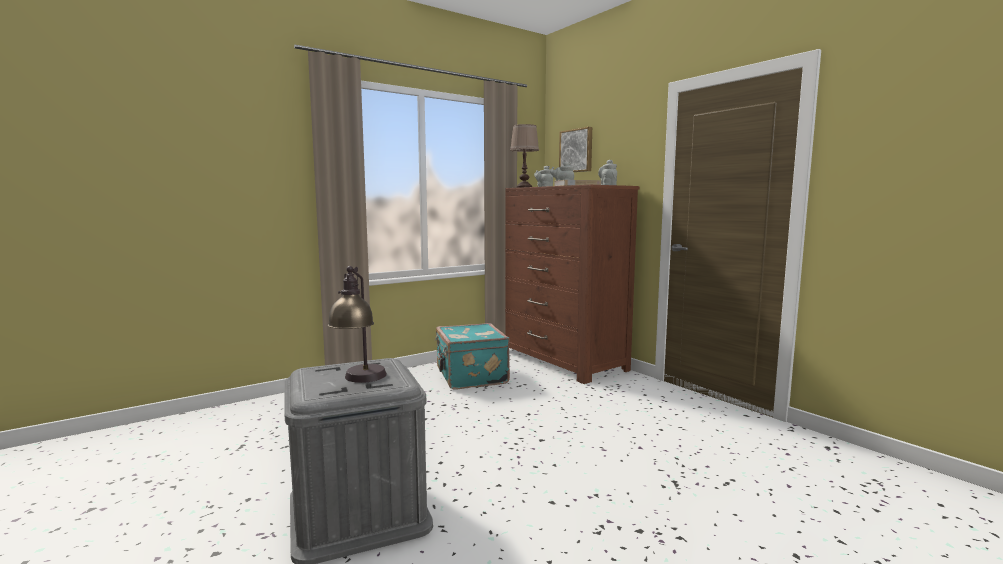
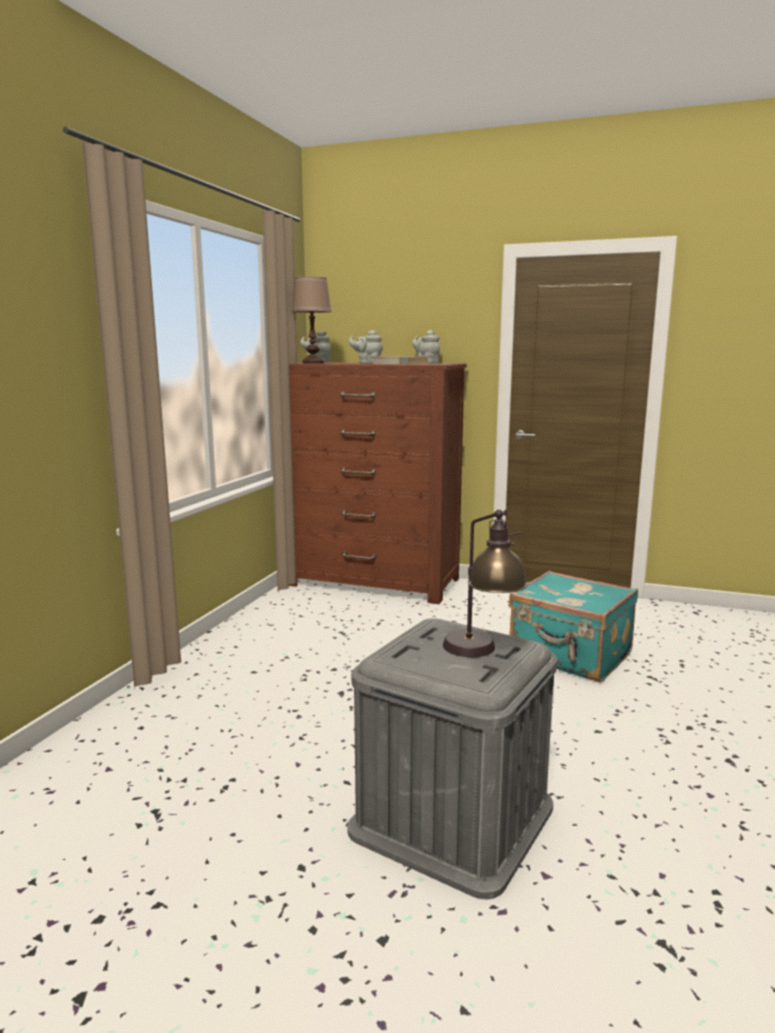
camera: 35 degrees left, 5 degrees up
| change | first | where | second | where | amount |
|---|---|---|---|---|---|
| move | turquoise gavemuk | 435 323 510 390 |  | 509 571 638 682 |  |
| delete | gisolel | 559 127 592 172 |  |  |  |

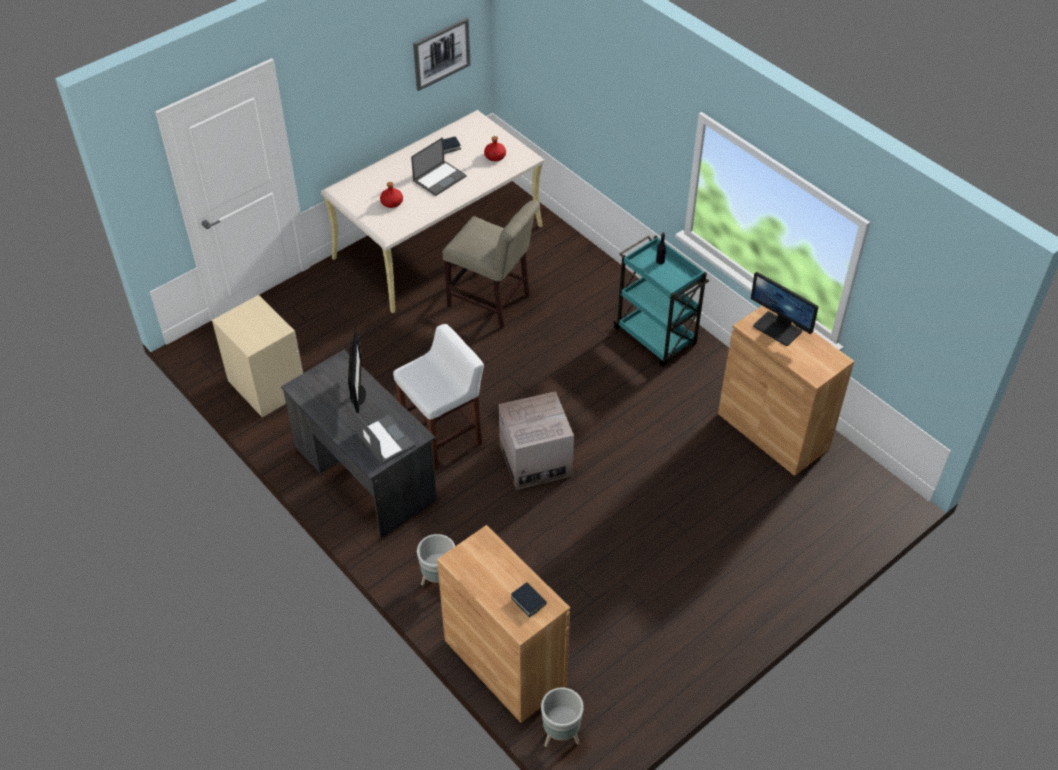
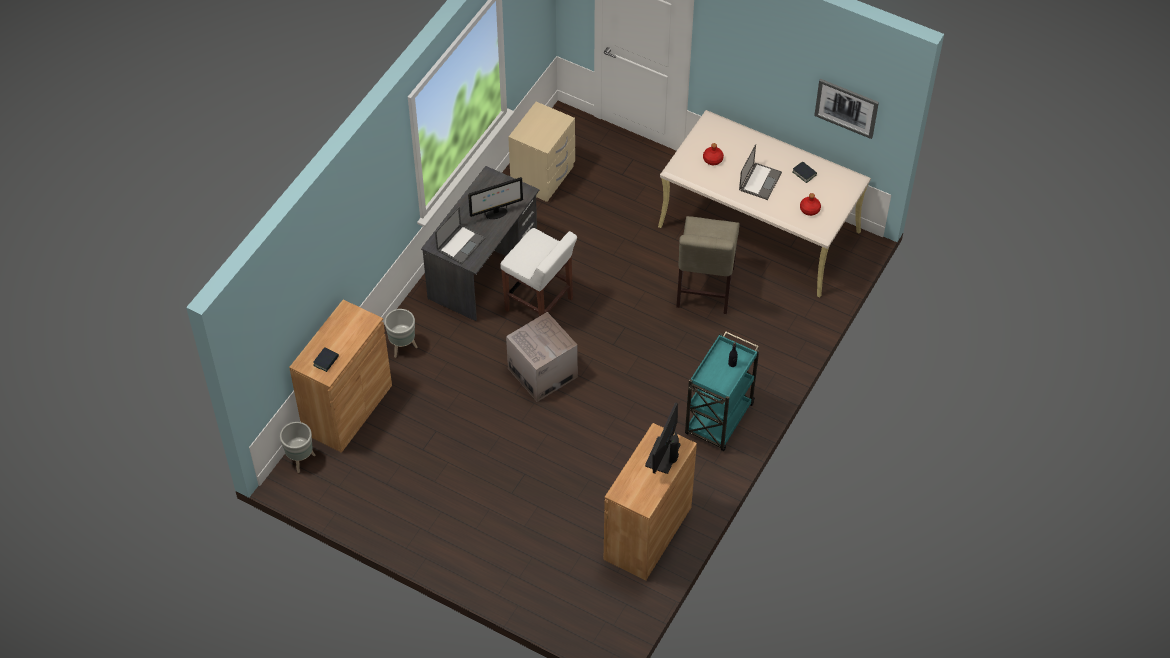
camera: 70 degrees right, 5 degrees up
| change | first | where | second | where | amount |
|---|---|---|---|---|---|
| rotate | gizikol | 411 137 466 196 |  | 739 144 782 200 | 90 degrees counterclockwise |

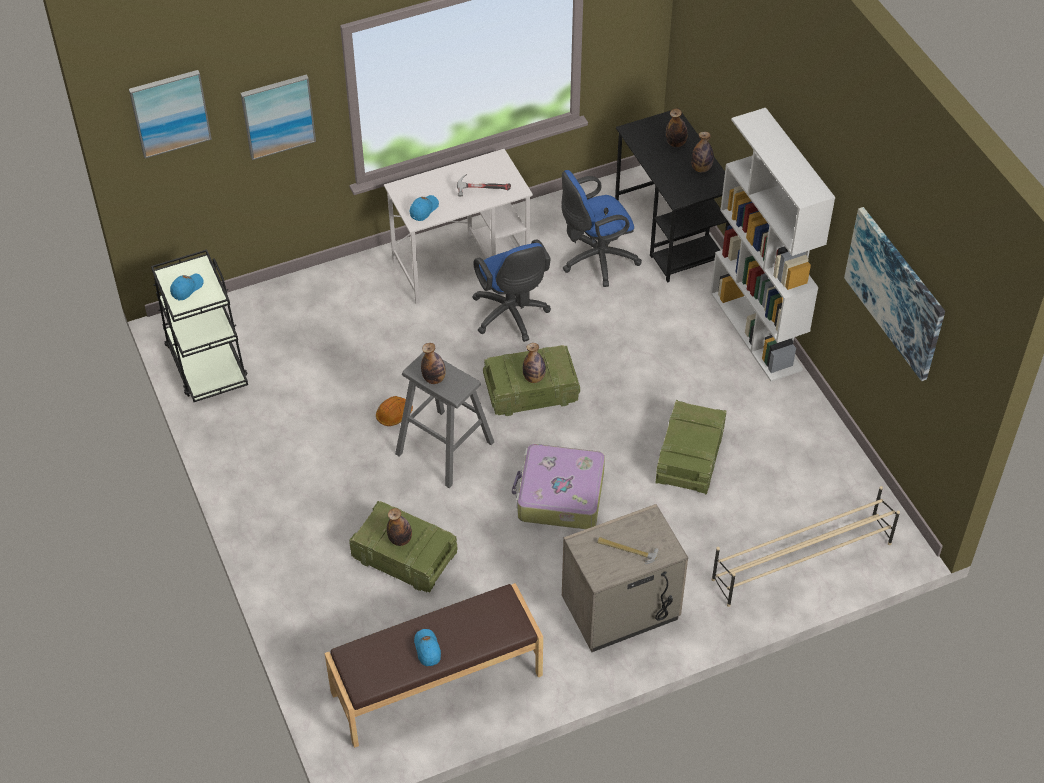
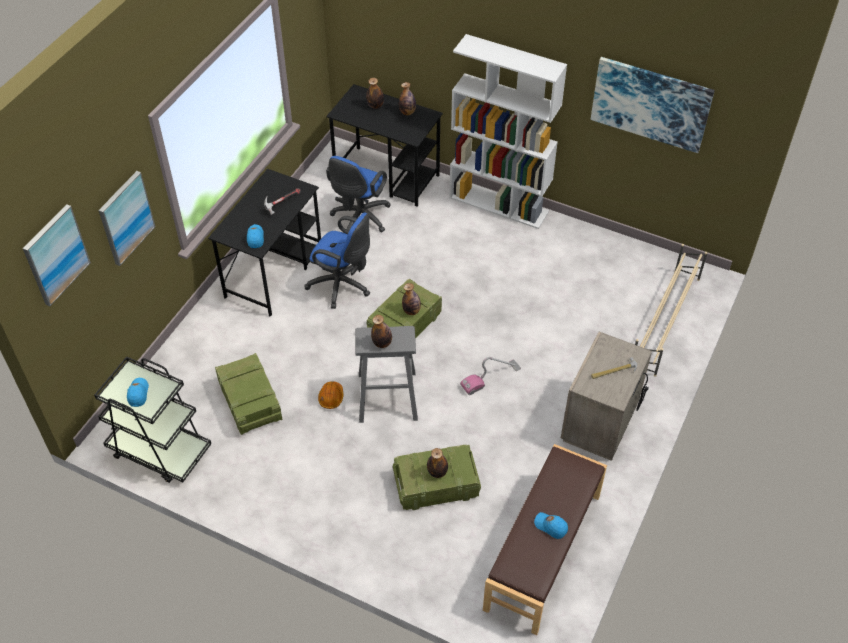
camera: 40 degrees left, 0 degrees up
| change | first | where | second | where | amount |
|---|---|---|---|---|---|
| recolor | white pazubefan | 384 149 533 304 | black pazubefan | 208 169 321 317 |  |
| move | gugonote | 655 400 727 495 |  | 215 353 282 435 |  |
| replace | gavemuk | 512 444 605 529 | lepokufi | 460 357 521 395 |  |

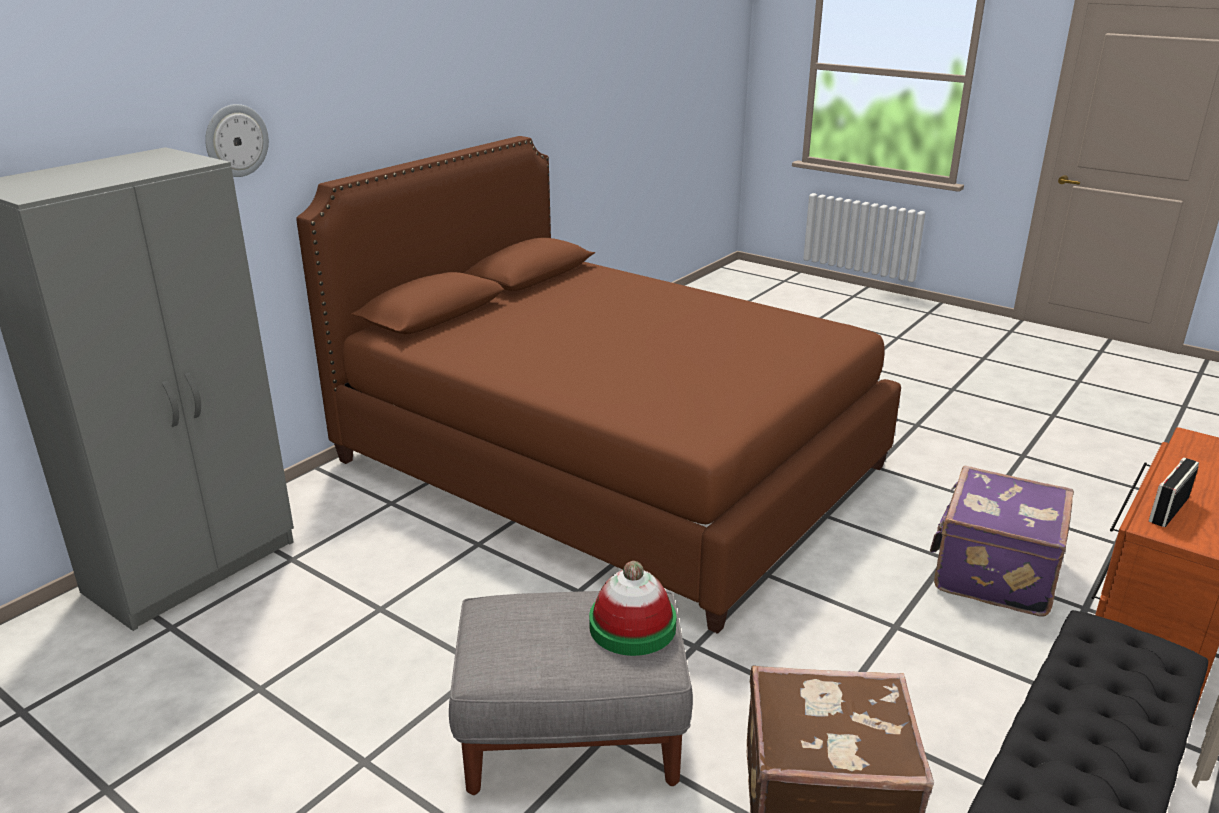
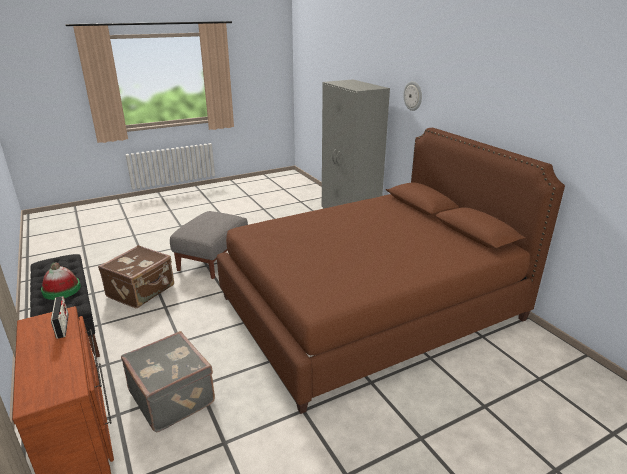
camera: 115 degrees right, 0 degrees up
| change | first | where | second | where | amount |
|---|---|---|---|---|---|
| move | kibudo | 589 561 677 656 |  | 41 263 81 300 |  |
| recolor | purple gavemuk | 930 466 1074 616 | grey gavemuk | 121 331 215 432 |  |

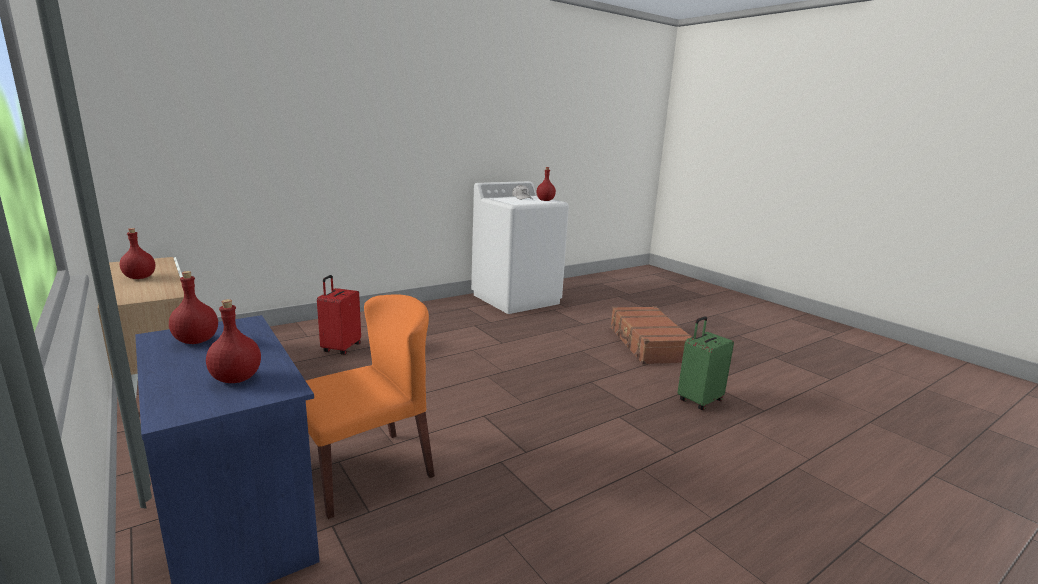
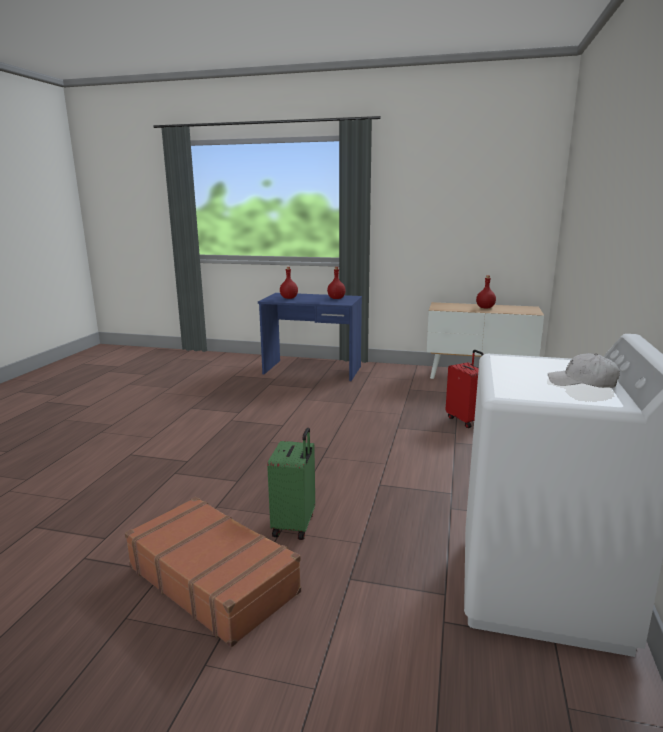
camera: 140 degrees right, 0 degrees up
| change | first | where | second | where | amount |
|---|---|---|---|---|---|
| move | green gavemuk | 677 316 734 411 |  | 267 427 315 540 |  |
| delete | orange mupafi | 306 295 435 519 |  |  |  |
| delete | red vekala | 537 167 556 201 |  |  |  |

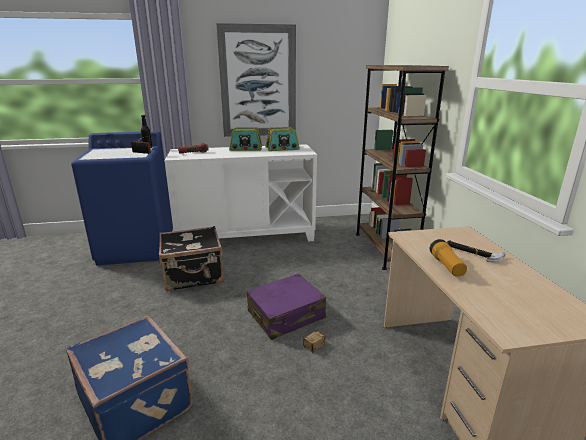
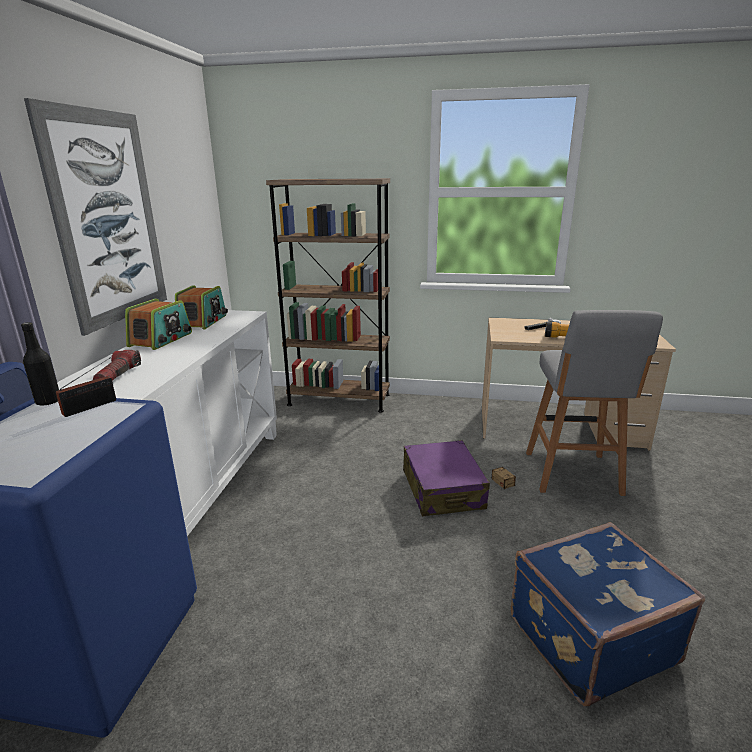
camera: 70 degrees left, 0 degrees up
| change | first | where | second | where | amount |
|---|---|---|---|---|---|
| insert |  |  | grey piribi | 526 310 663 496 |  |
| delete | black gavemuk | 159 226 224 291 |  |  |  |

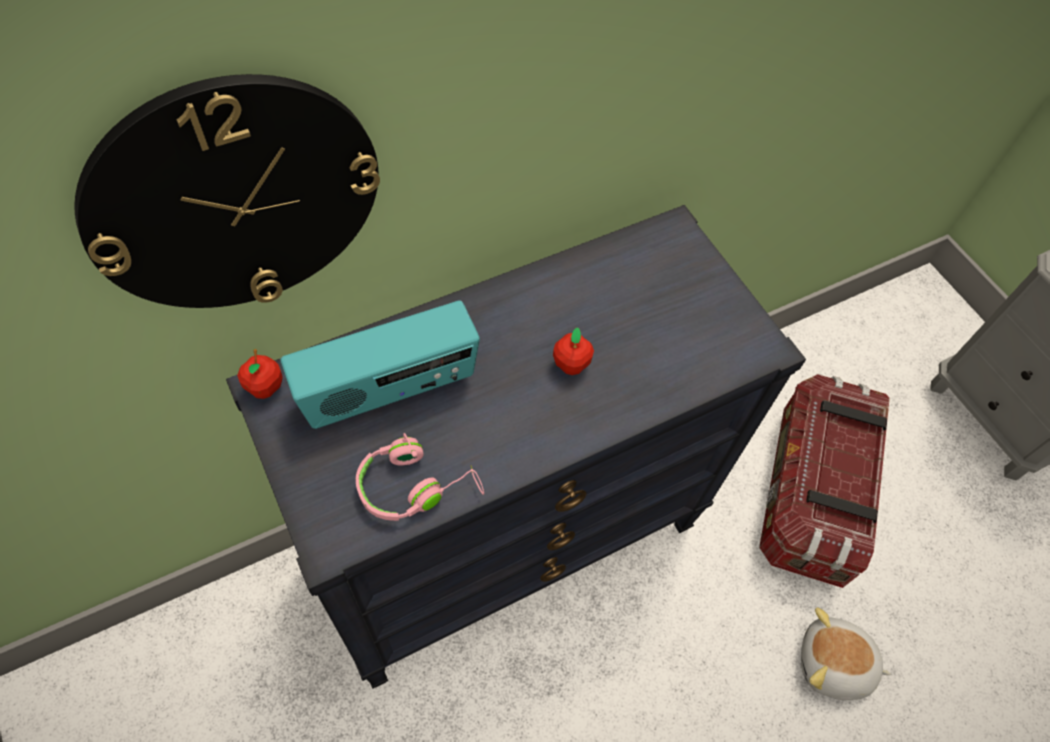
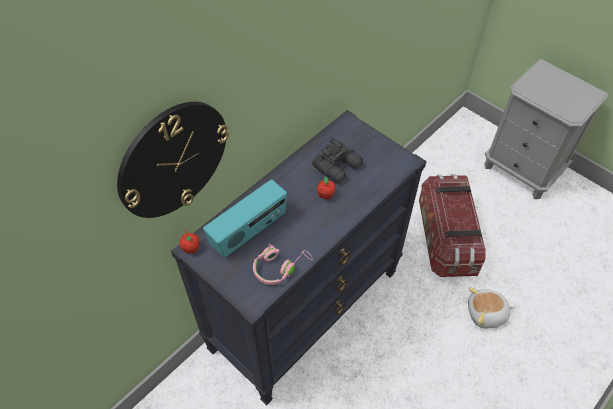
camera: 15 degrees left, 5 degrees down
| change | first | where | second | where | amount |
|---|---|---|---|---|---|
| insert |  |  | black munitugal | 312 138 363 184 |  |

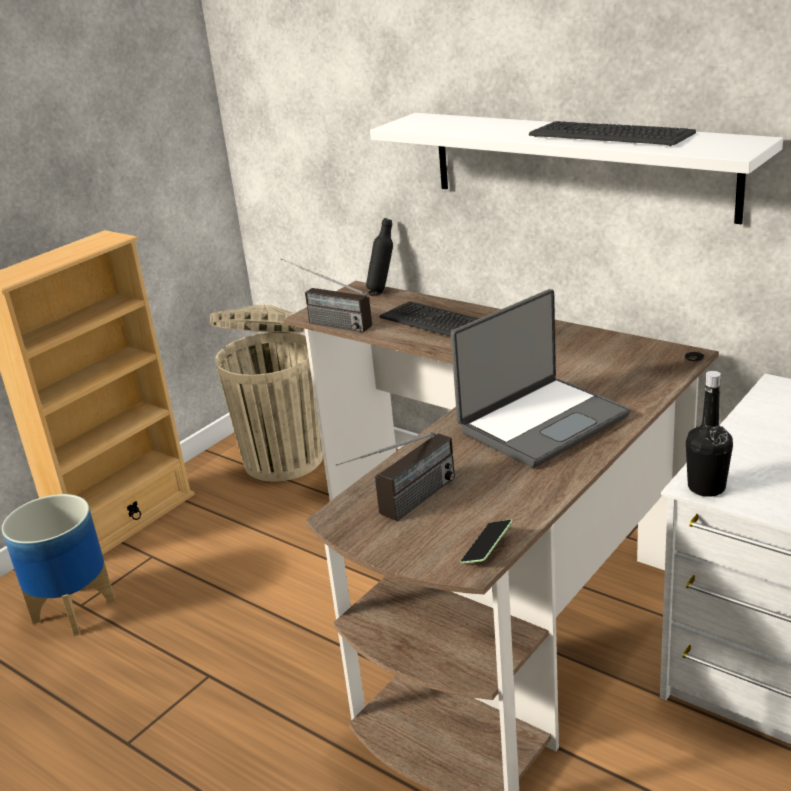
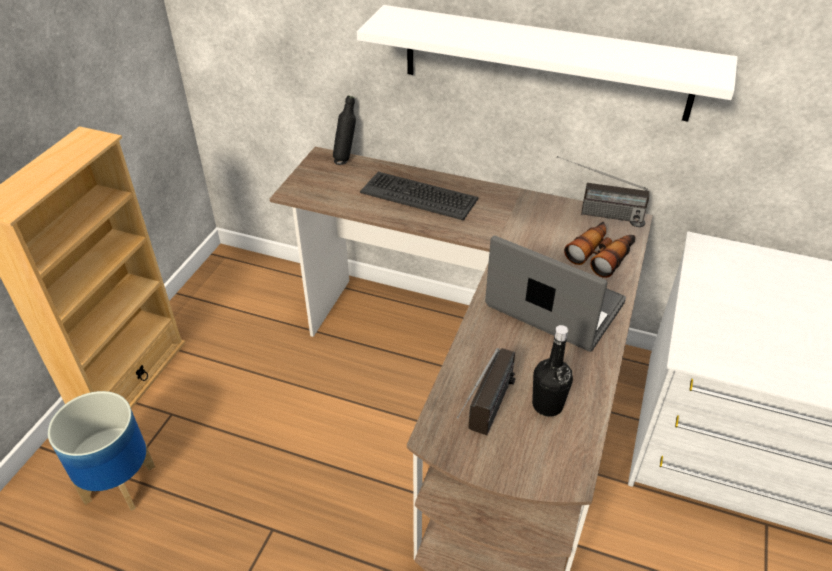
camera: 20 degrees left, 15 degrees up
| change | first | where | second | where | amount |
|---|---|---|---|---|---|
| rotate | gizikol | 451 289 630 468 |  | 485 236 626 352 | 90 degrees counterclockwise |
| move | black vekala | 686 371 733 497 |  | 532 325 573 417 |  |
| move | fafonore | 281 258 372 332 |  | 557 156 649 223 |  |
| insert |  |  | munitugal | 564 222 635 278 |  |
| delete | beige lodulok | 210 305 323 482 |  |  |  |
| delete | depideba | 460 519 513 564 |  |  |  |
| delete | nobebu | 529 121 696 146 |  |  |  |

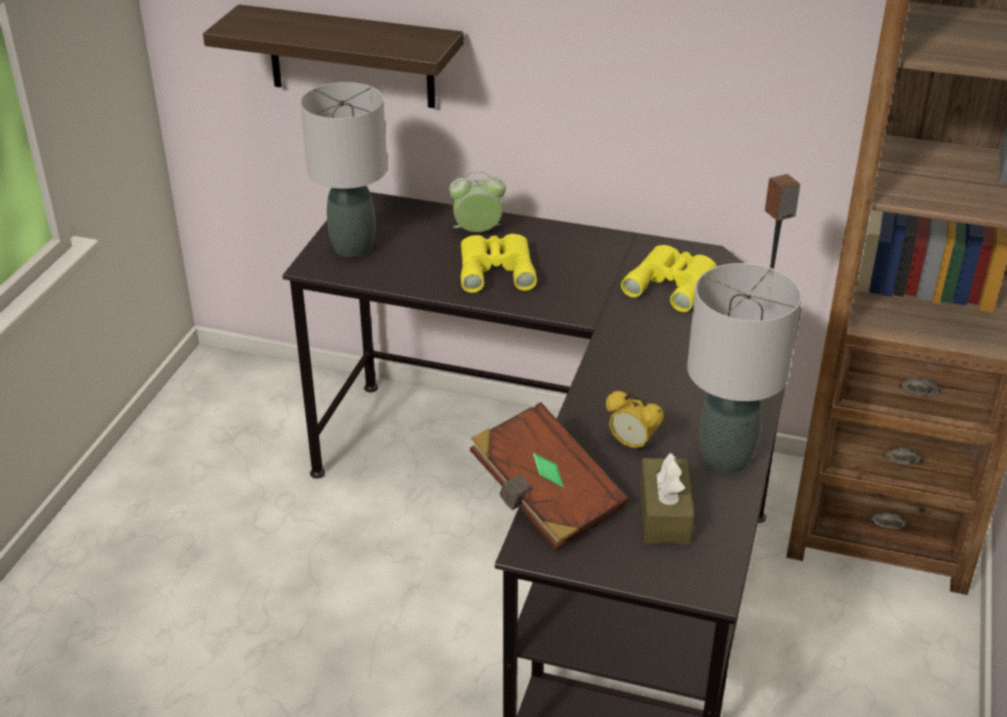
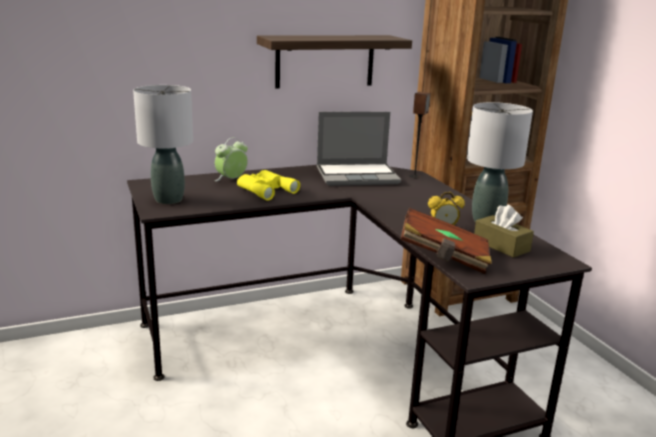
camera: 40 degrees left, 15 degrees down
| change | first | where | second | where | amount |
|---|---|---|---|---|---|
| move | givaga | 203 4 464 108 |  | 257 35 412 89 |  |
| replace | yellow munitugal | 621 245 717 312 | gizikol | 317 112 401 186 |  |

